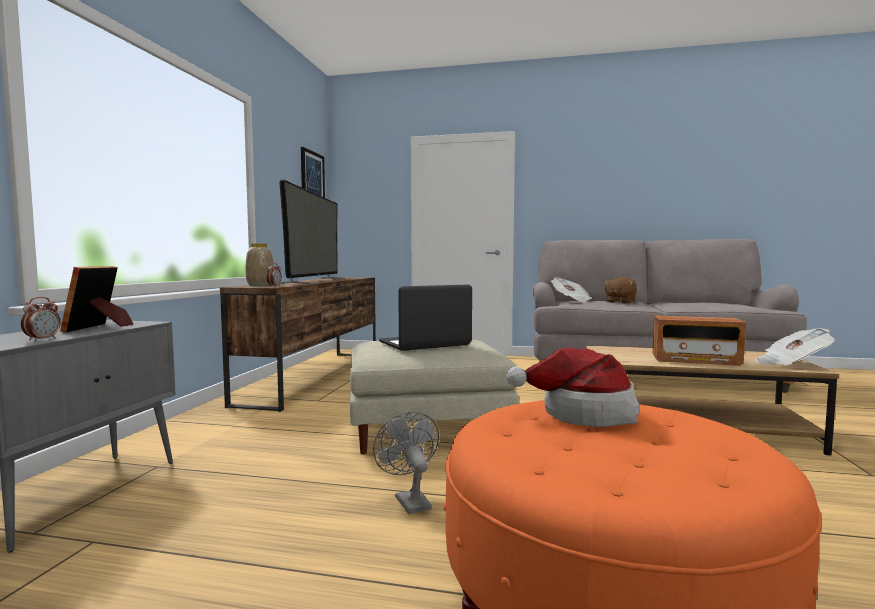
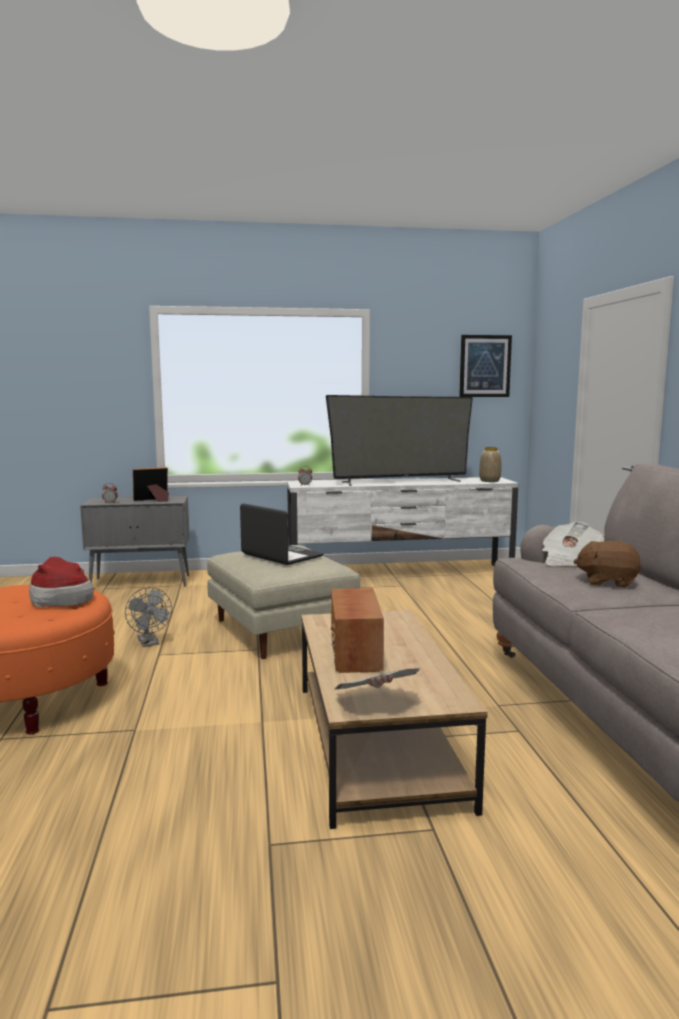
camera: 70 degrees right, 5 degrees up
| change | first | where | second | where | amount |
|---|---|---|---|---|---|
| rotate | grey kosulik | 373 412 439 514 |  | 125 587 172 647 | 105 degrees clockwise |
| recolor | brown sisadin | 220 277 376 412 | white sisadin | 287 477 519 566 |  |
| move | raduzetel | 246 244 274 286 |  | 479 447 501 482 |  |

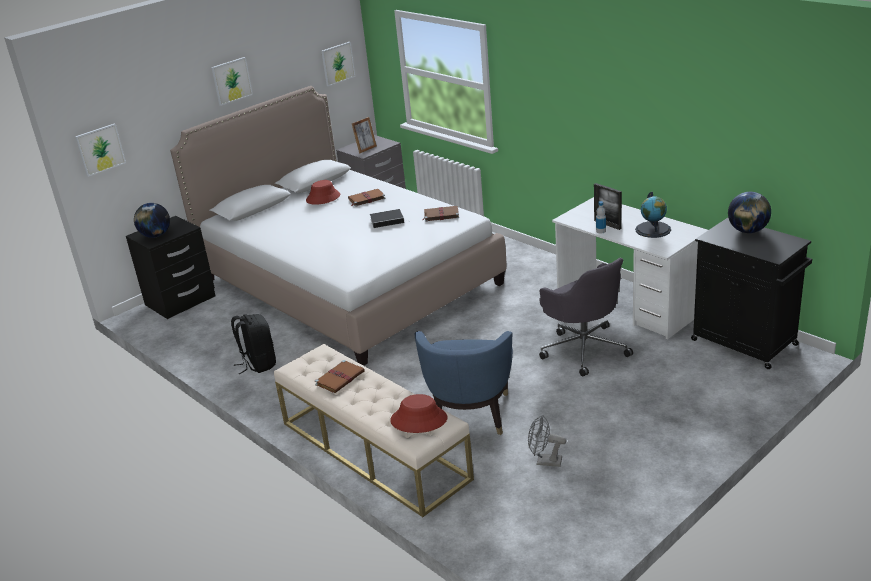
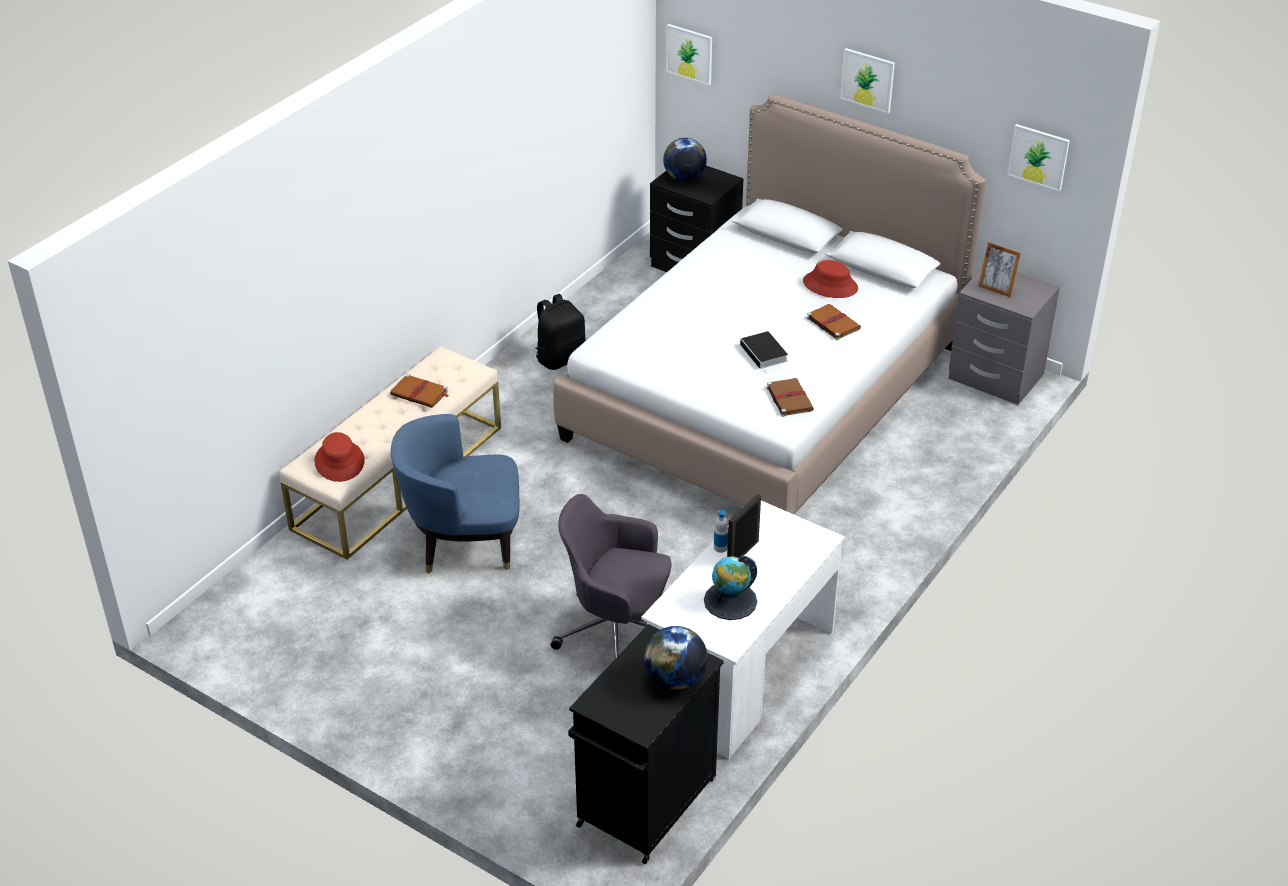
camera: 75 degrees right, 10 degrees up
| change | first | where | second | where | amount |
|---|---|---|---|---|---|
| rotate | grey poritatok | 539 258 633 377 |  | 551 494 672 658 | 60 degrees clockwise |
| delete | grey kosulik | 528 415 567 467 |  |  |  |

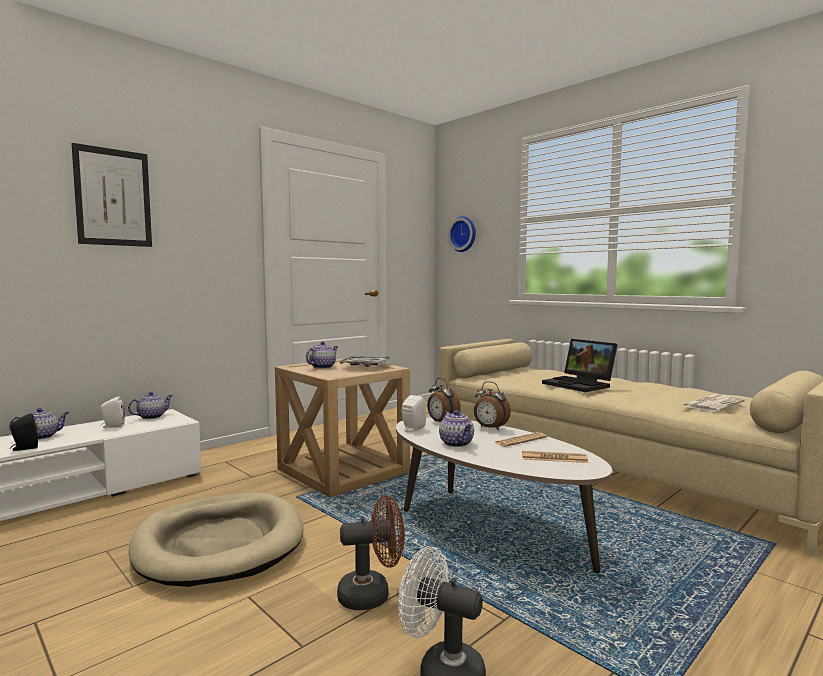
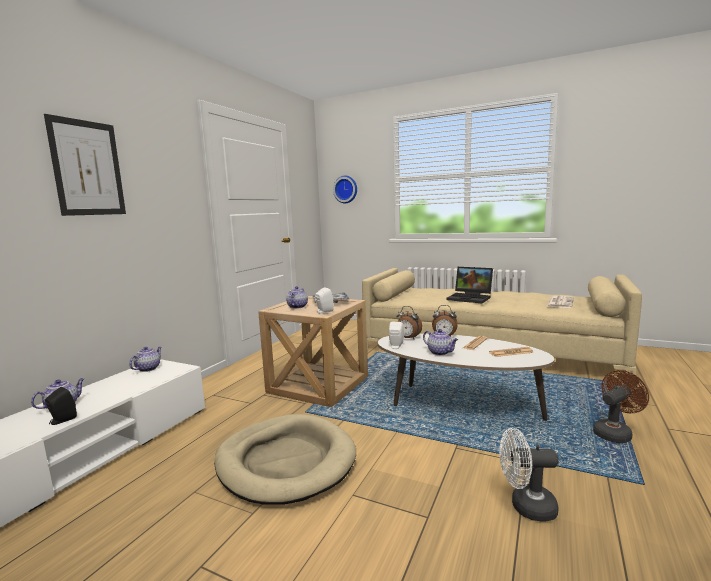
camera: 20 degrees left, 5 degrees up
| change | first | where | second | where | amount |
|---|---|---|---|---|---|
| move | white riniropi | 100 396 125 428 |  | 315 287 334 314 |  |
| move | brown kosulik | 337 496 405 610 |  | 593 370 649 443 |  |

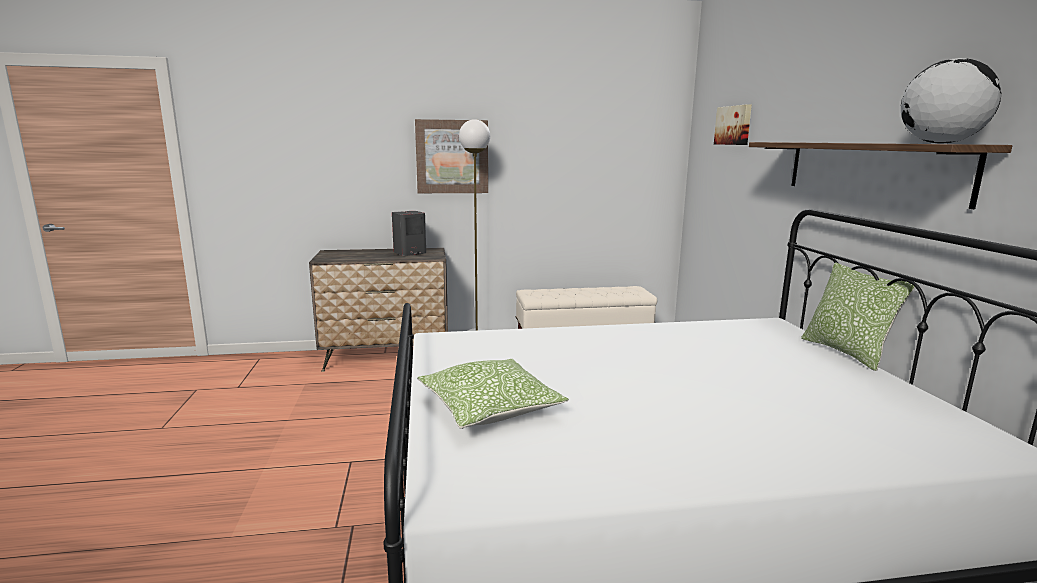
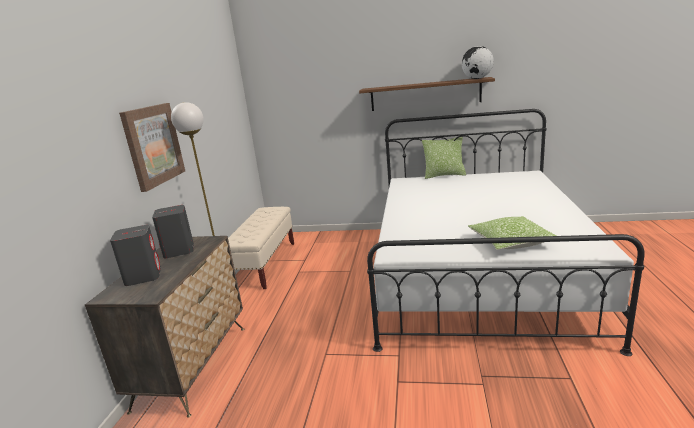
camera: 70 degrees left, 5 degrees up
| change | first | where | second | where | amount |
|---|---|---|---|---|---|
| insert |  |  | grey riniropi | 110 225 161 286 |  |
| delete | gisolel | 714 104 752 145 |  |  |  |

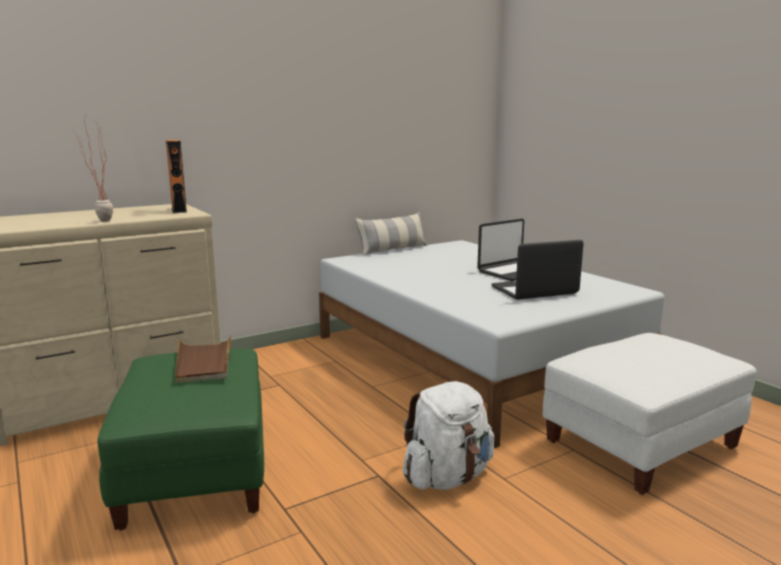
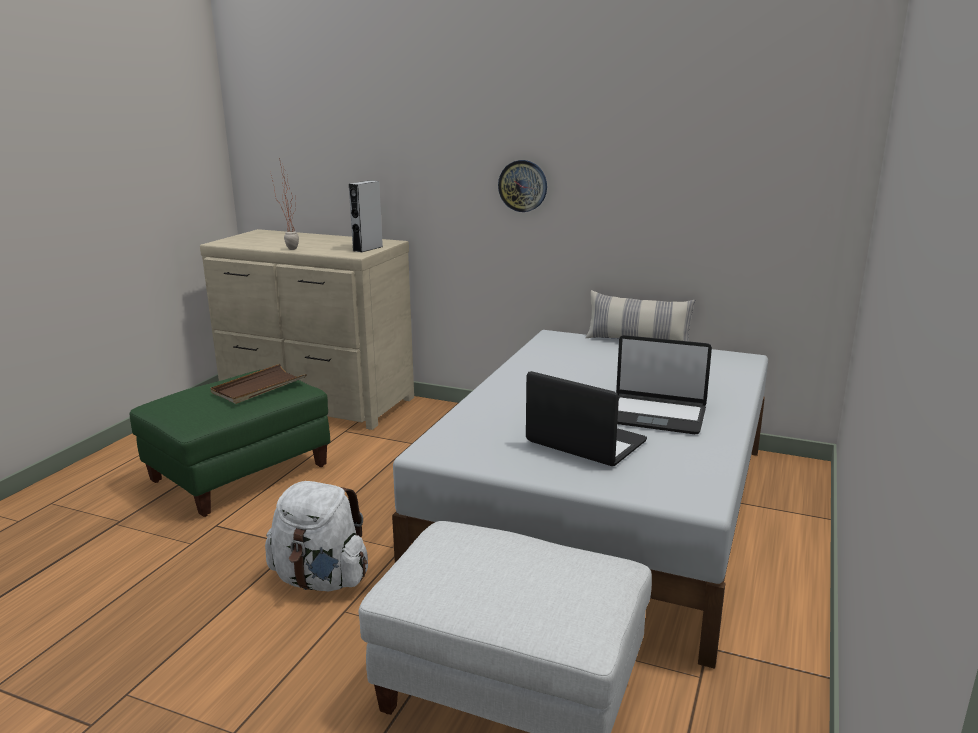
camera: 55 degrees right, 5 degrees up
| change | first | where | second | where | amount |
|---|---|---|---|---|---|
| recolor | orange riniropi | 166 140 187 213 | grey riniropi | 349 180 383 252 |  |
| insert |  |  | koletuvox | 498 160 547 212 |  |

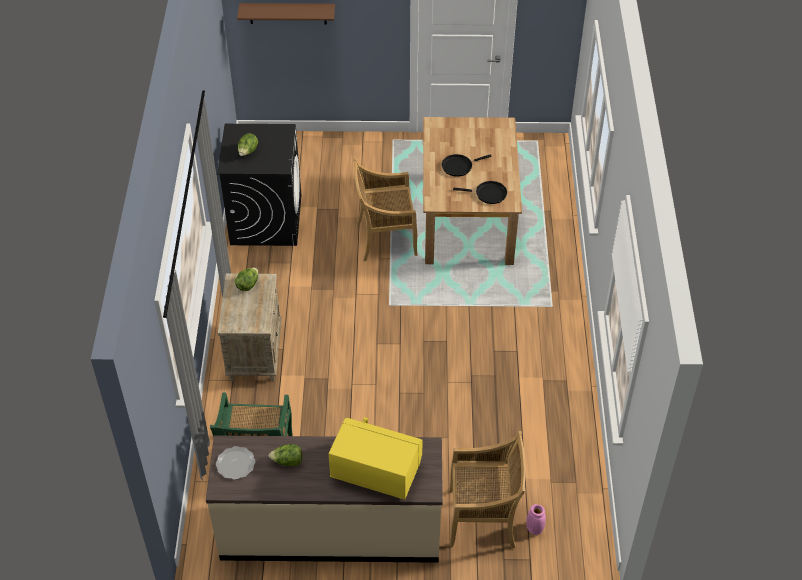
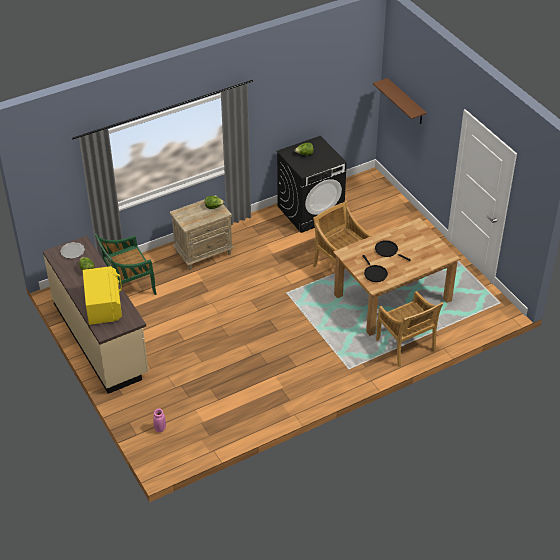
camera: 60 degrees right, 5 degrees down
| change | first | where | second | where | amount |
|---|---|---|---|---|---|
| move | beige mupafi | 449 431 526 548 |  | 376 291 444 367 |  |

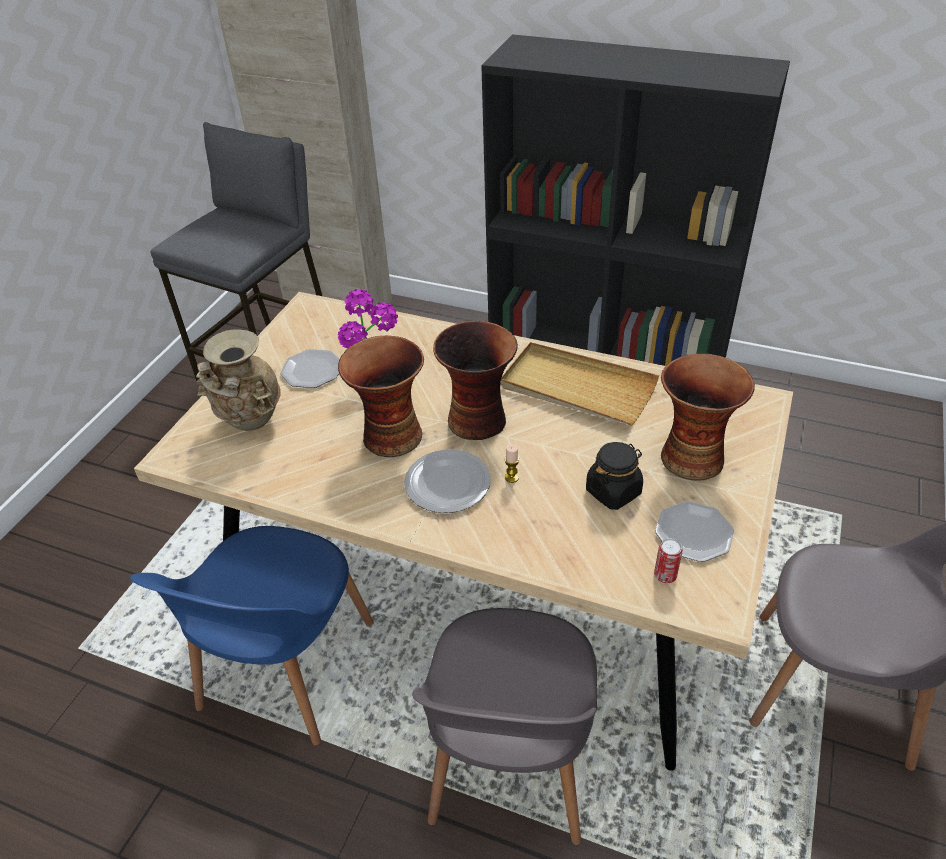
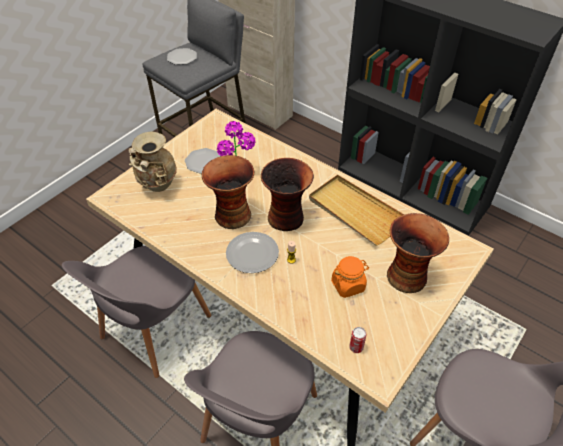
camera: 15 degrees right, 5 degrees up
| change | first | where | second | where | amount |
|---|---|---|---|---|---|
| recolor | blue mupafi | 130 526 374 746 | grey mupafi | 62 246 211 378 |  |
| move | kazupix | 655 501 734 562 |  | 167 48 197 65 |  |
| recolor | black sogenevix | 586 442 643 510 | orange sogenevix | 331 256 369 298 |  |

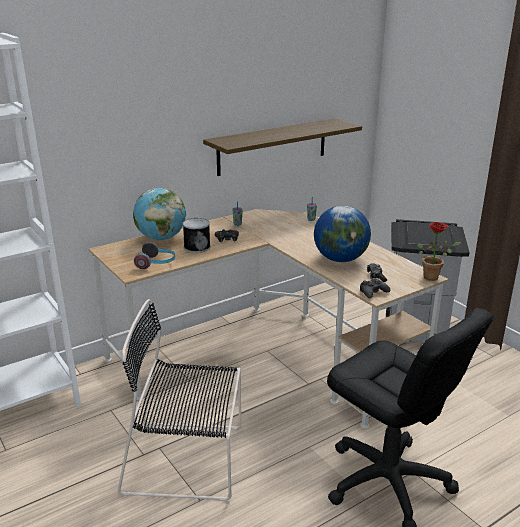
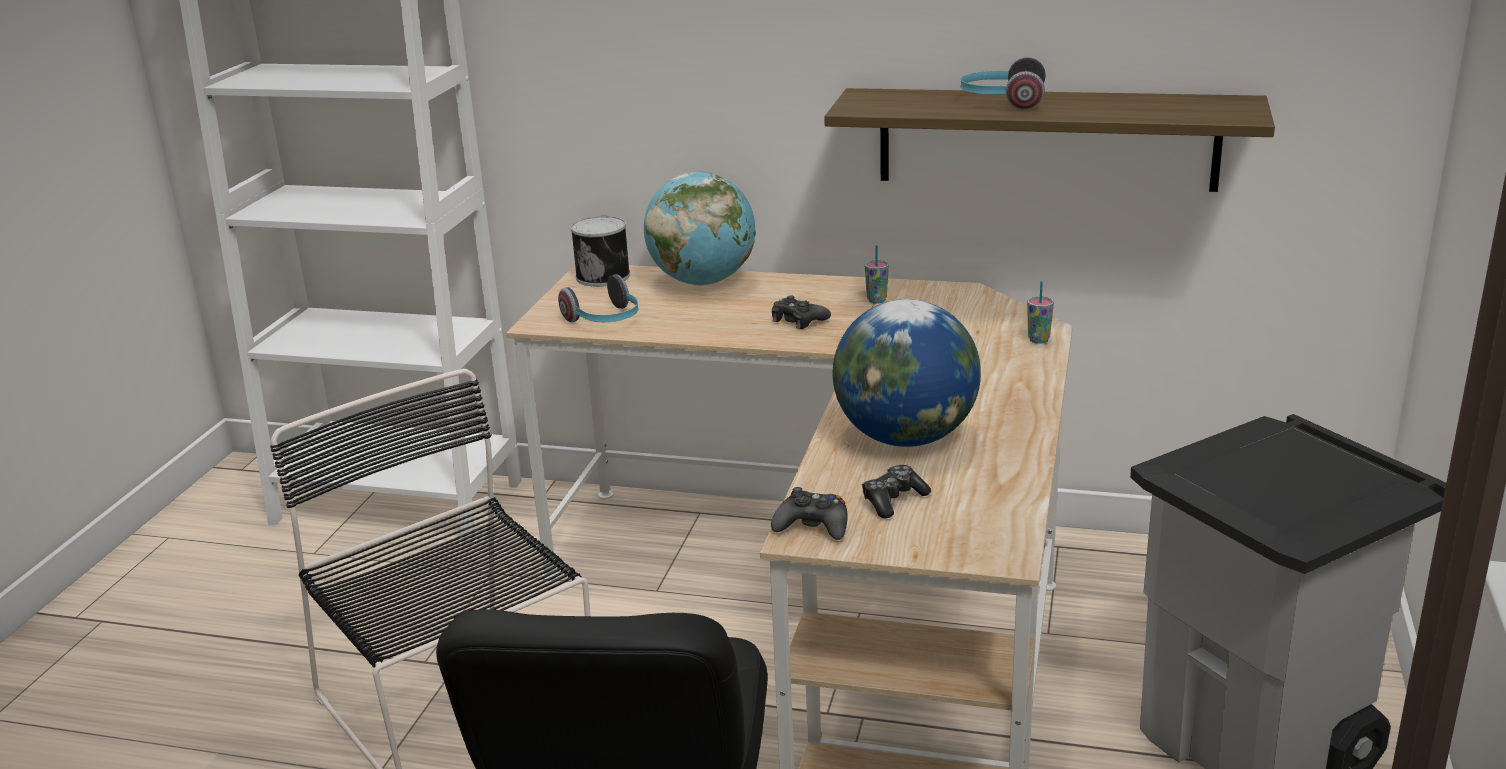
camera: 50 degrees right, 0 degrees up
| change | first | where | second | where | amount |
|---|---|---|---|---|---|
| move | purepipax | 183 218 210 253 |  | 571 216 630 287 |  |
| insert |  |  | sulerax | 961 57 1046 110 |  |
| delete | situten | 417 222 461 281 |  |  |  |

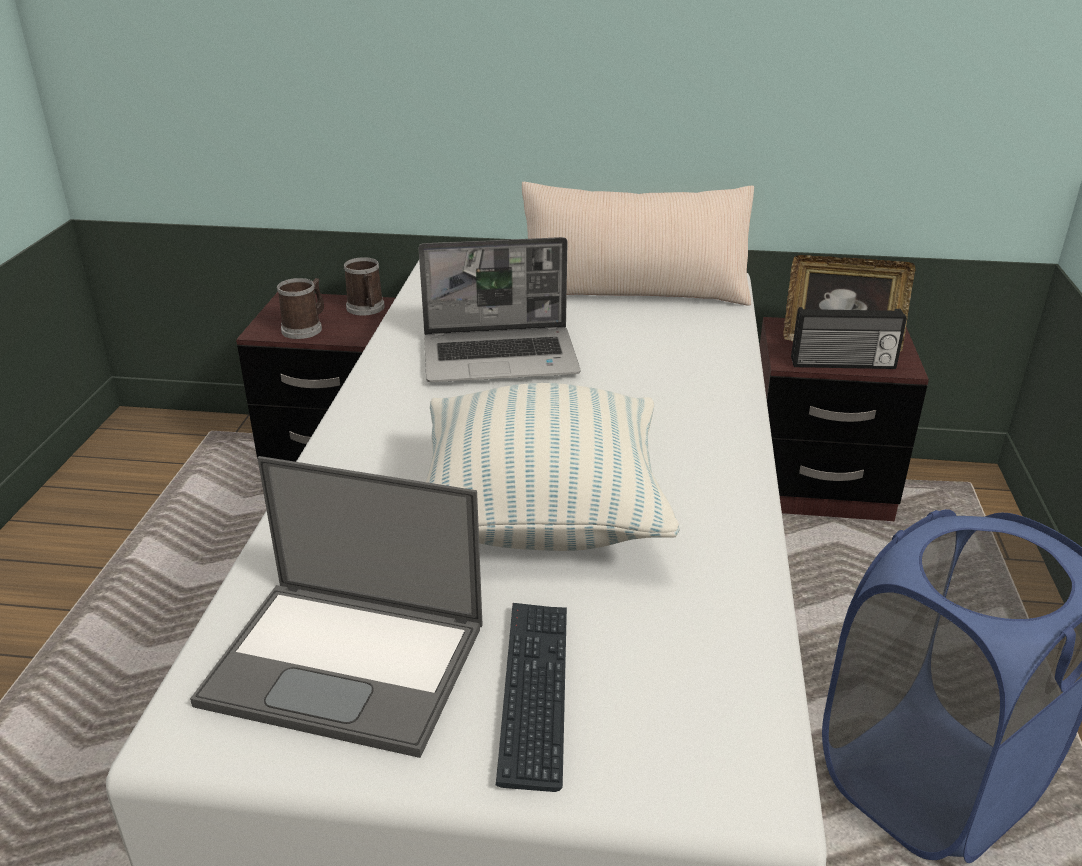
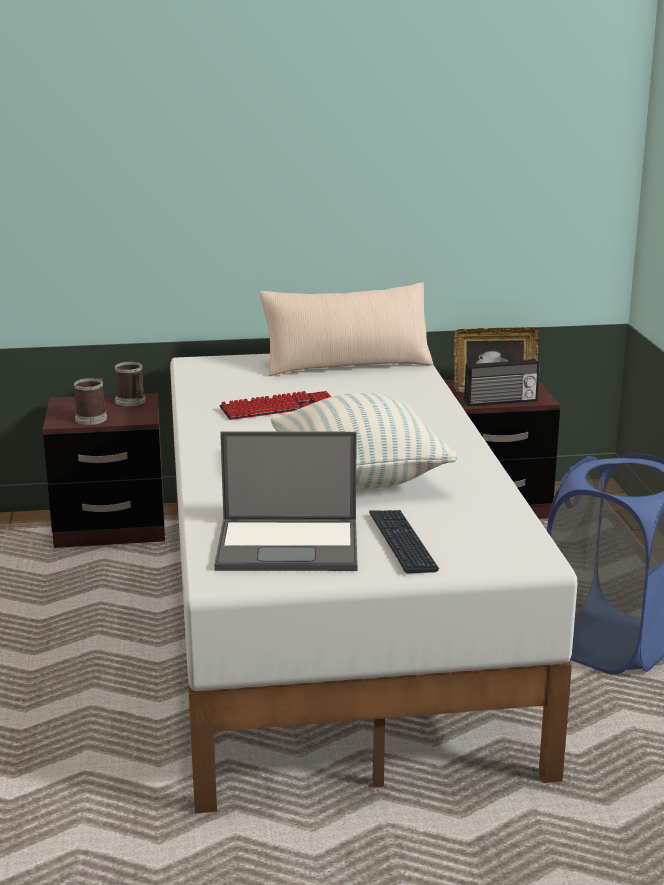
camera: 15 degrees left, 10 degrees down
| change | first | where | second | where | amount |
|---|---|---|---|---|---|
| replace | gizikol | 419 237 581 382 | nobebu | 219 391 331 420 |  |

